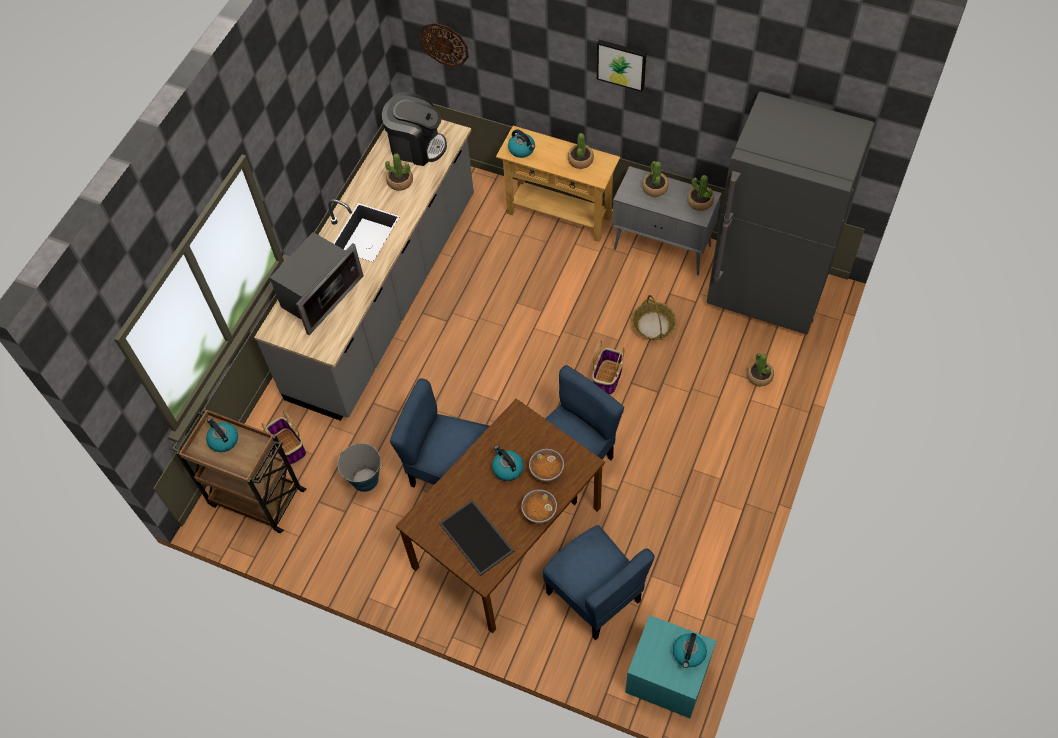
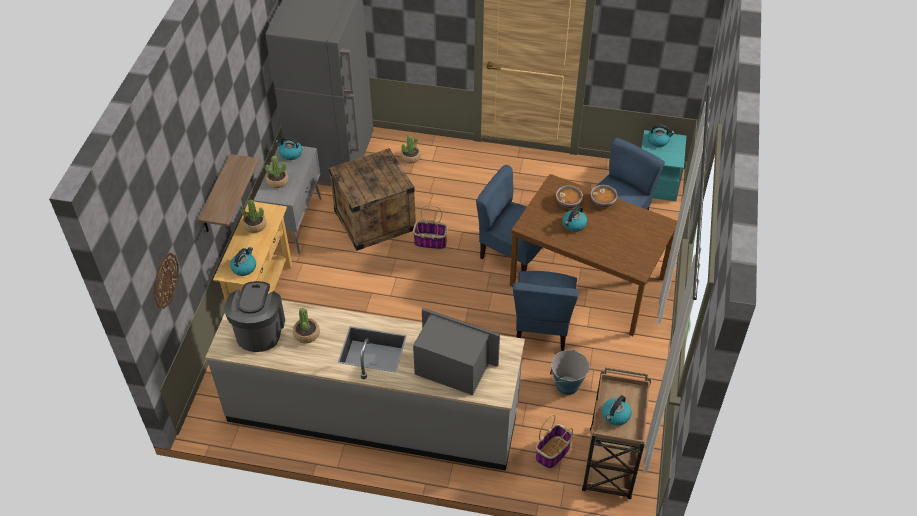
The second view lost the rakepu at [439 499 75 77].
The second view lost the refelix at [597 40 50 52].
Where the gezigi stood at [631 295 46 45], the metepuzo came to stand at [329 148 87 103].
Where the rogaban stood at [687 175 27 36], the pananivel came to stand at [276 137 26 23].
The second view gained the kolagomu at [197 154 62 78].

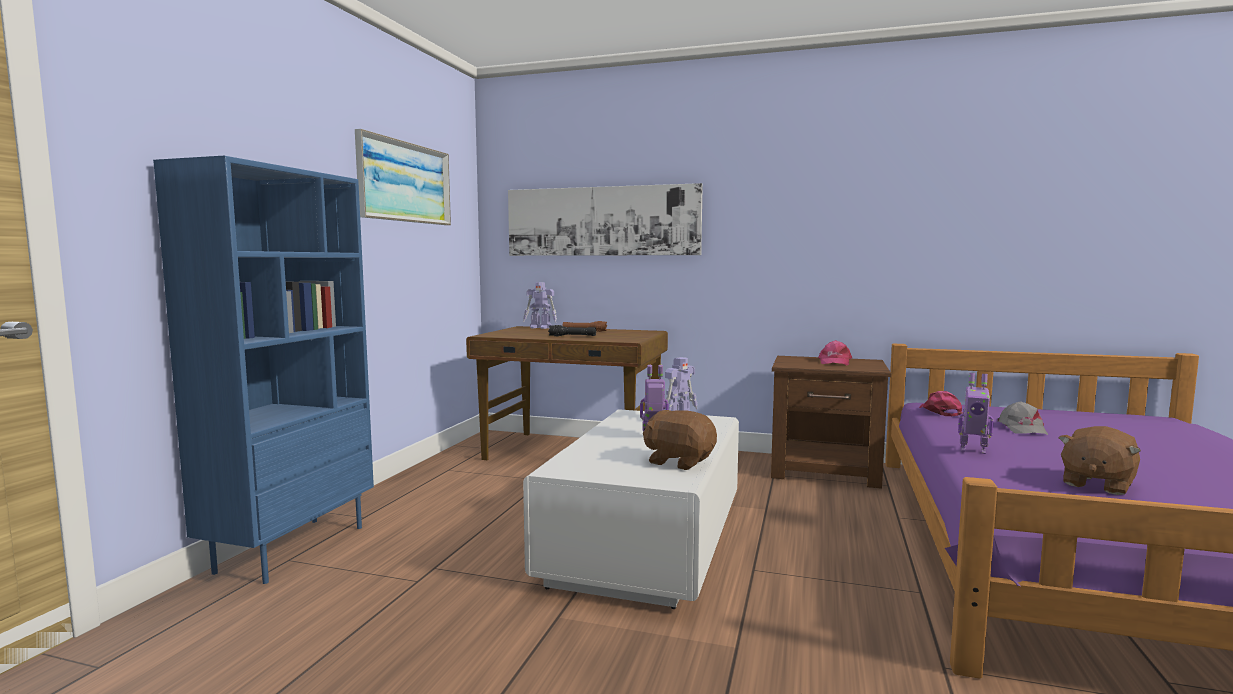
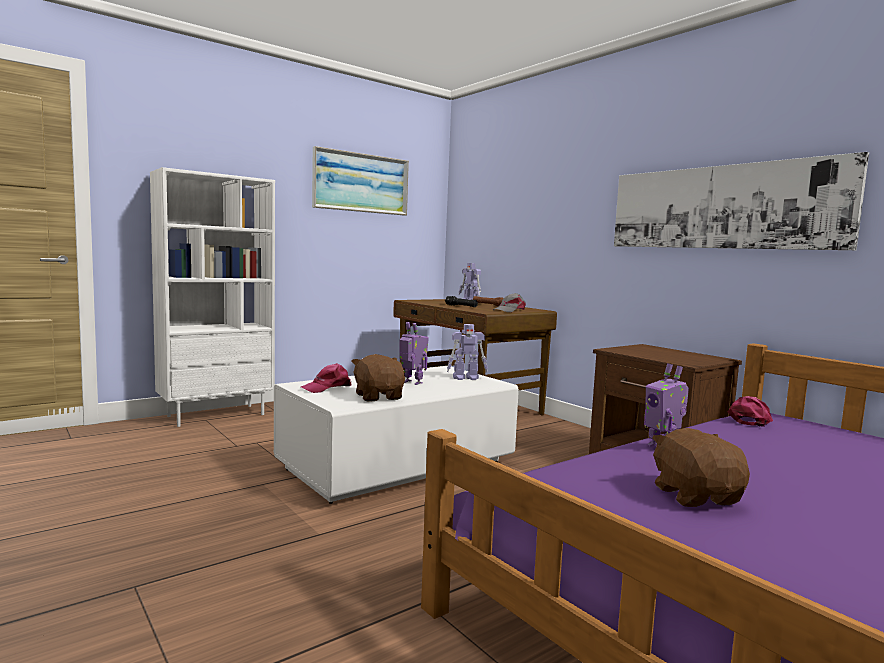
What was the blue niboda at [153 156 221 428] turned into the white niboda at [150 167 125 260].
The refelix ended up elsewhere, having gone from [508 183 195 73] to [614 152 255 98].
The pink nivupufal ended up elsewhere, having gone from [818 340 34 25] to [301 363 50 30].
The grey nivupufal ended up elsewhere, having gone from [997 401 51 34] to [493 293 33 19].
The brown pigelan at [1058 426 83 69] ended up facing another way, 90 degrees clockwise from before.

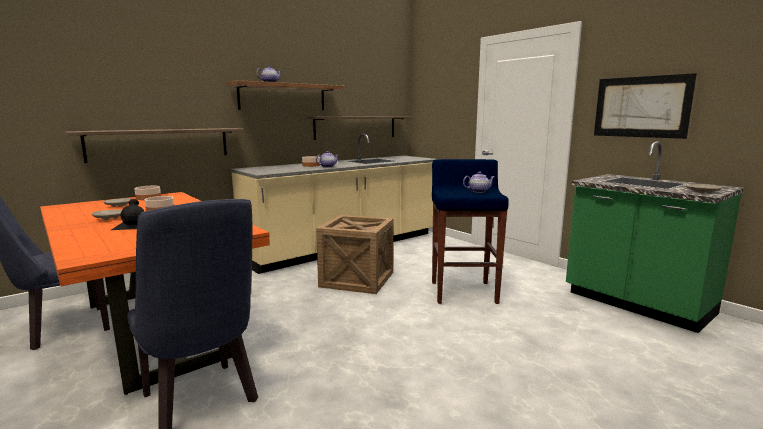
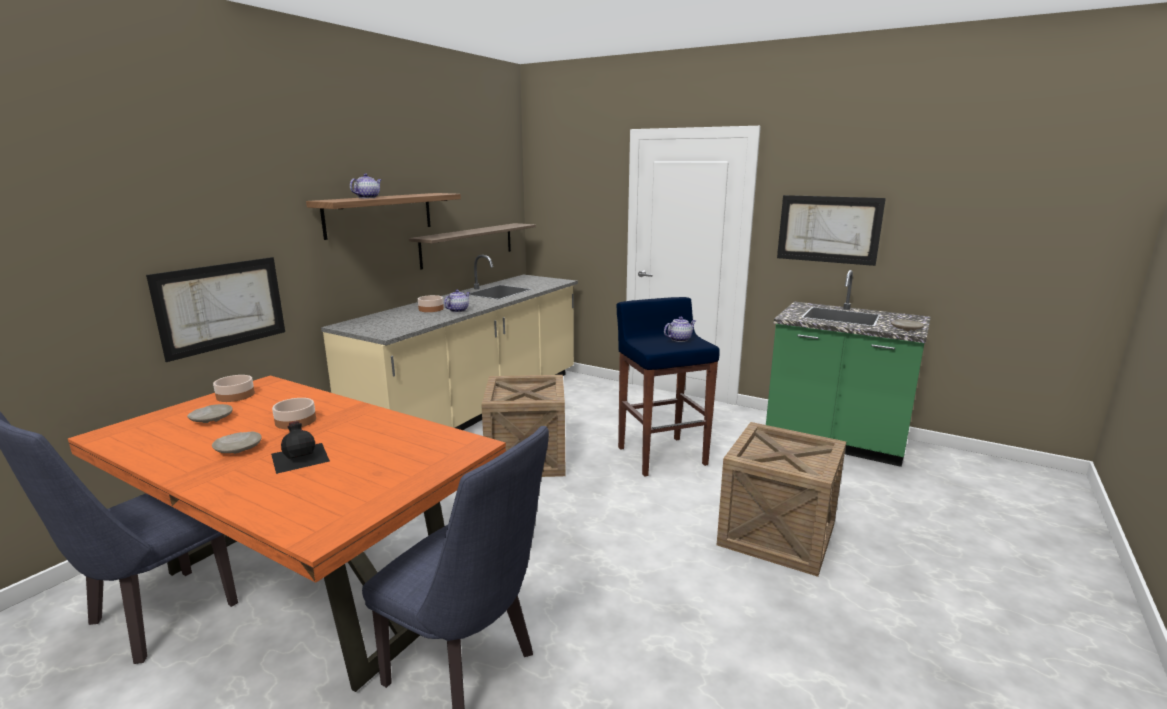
Where the kolagomu hung at [65 128 179 35], the refelix came to hang at [146 257 139 105].
The second view gained the metepuzo at [717 422 129 155].

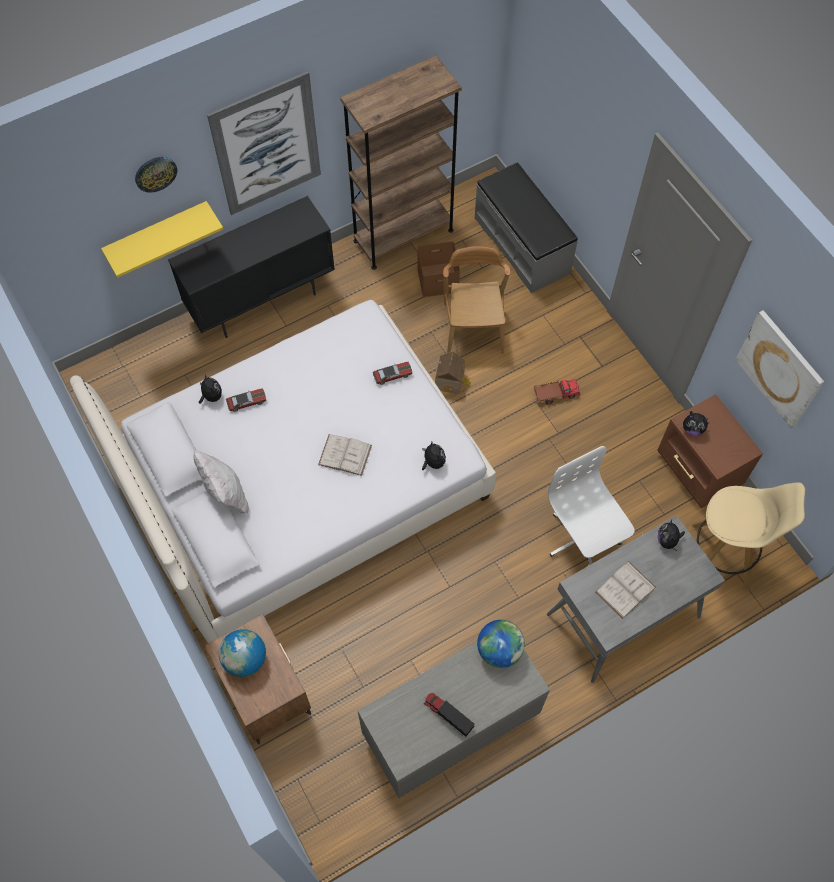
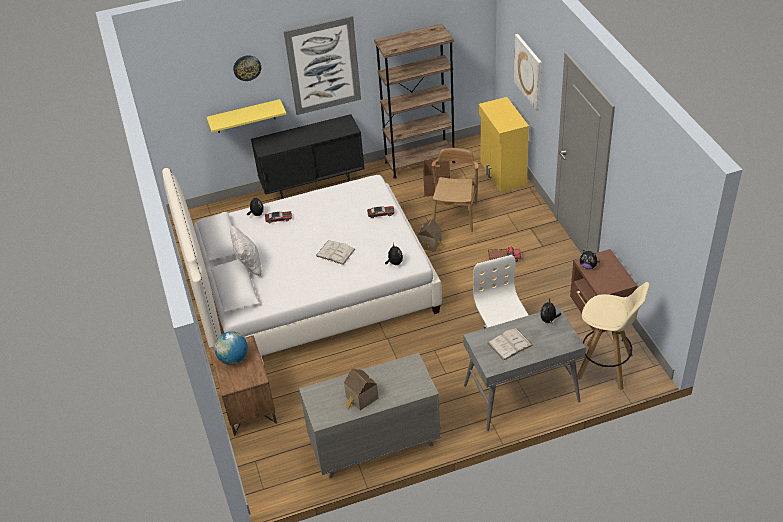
Where the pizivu stood at [423 692 52 46], the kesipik came to stand at [344 368 35 43].
Where the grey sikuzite stood at [475 162 103 131], the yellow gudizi came to stand at [479 97 50 95].
The second view lost the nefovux at [477 620 48 48].
The refelix ended up elsewhere, having gone from [735 310 89 118] to [514 34 28 77].

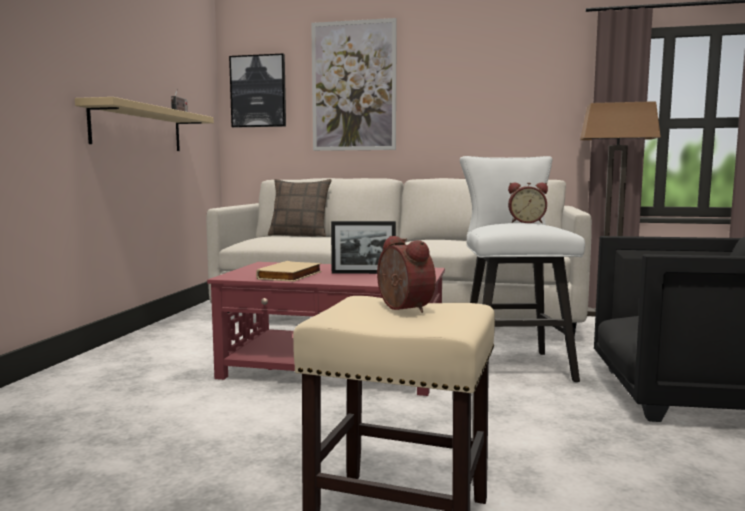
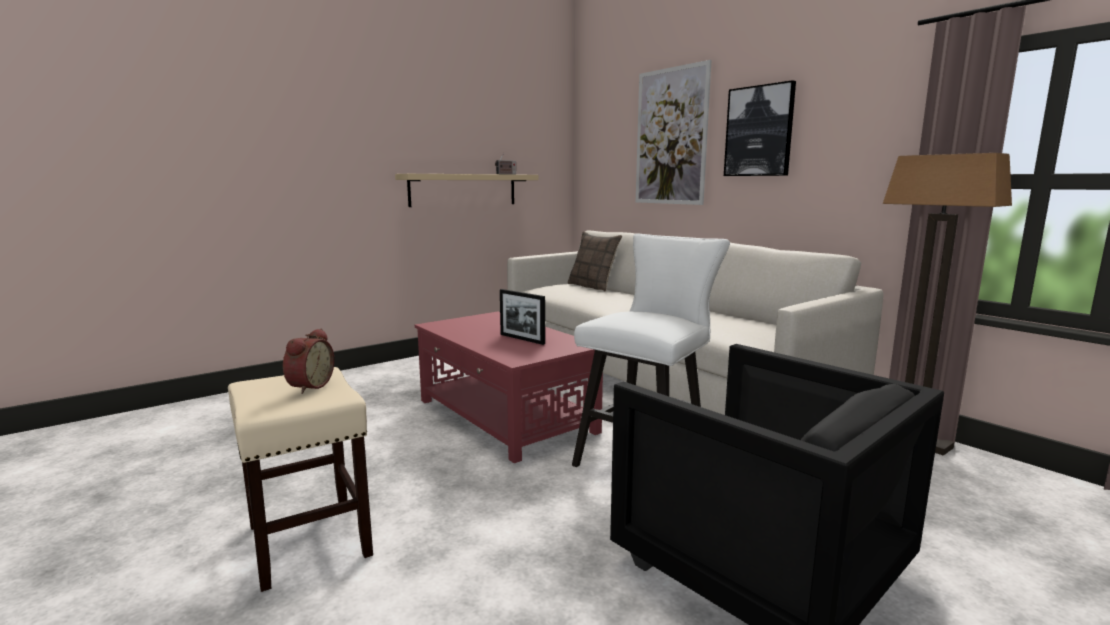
The refelix ended up elsewhere, having gone from [229 54 57 74] to [724 80 72 96].
The second view lost the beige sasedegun at [256 261 65 21].
The second view lost the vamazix at [508 182 40 41].

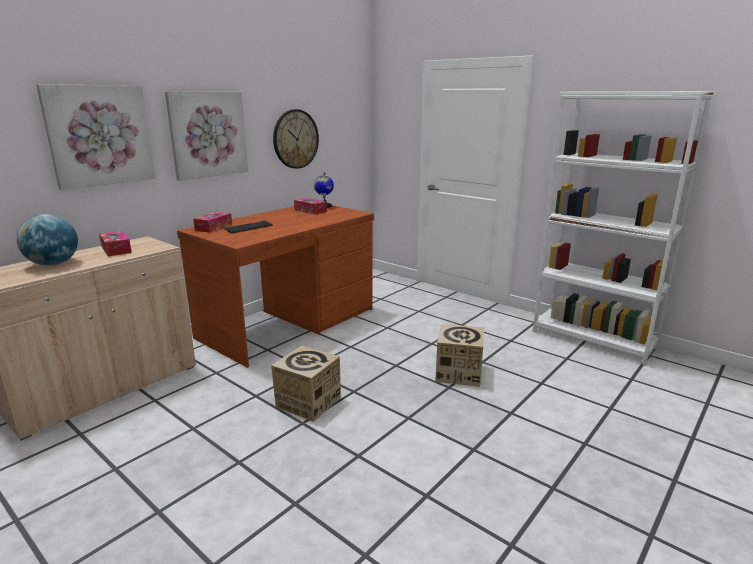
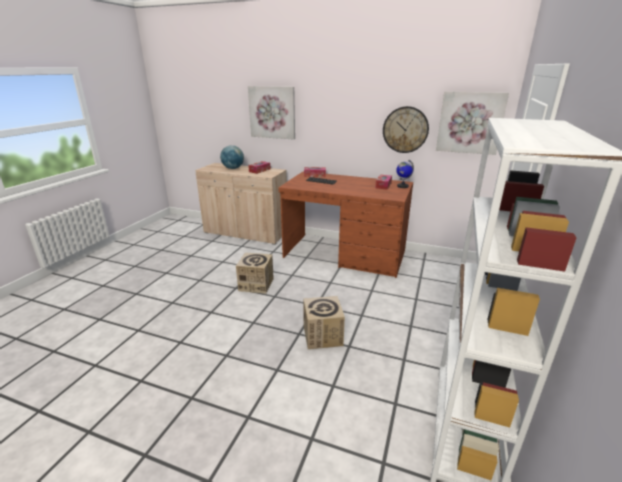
The refelix ended up elsewhere, having gone from [165 92 83 89] to [436 91 73 64].

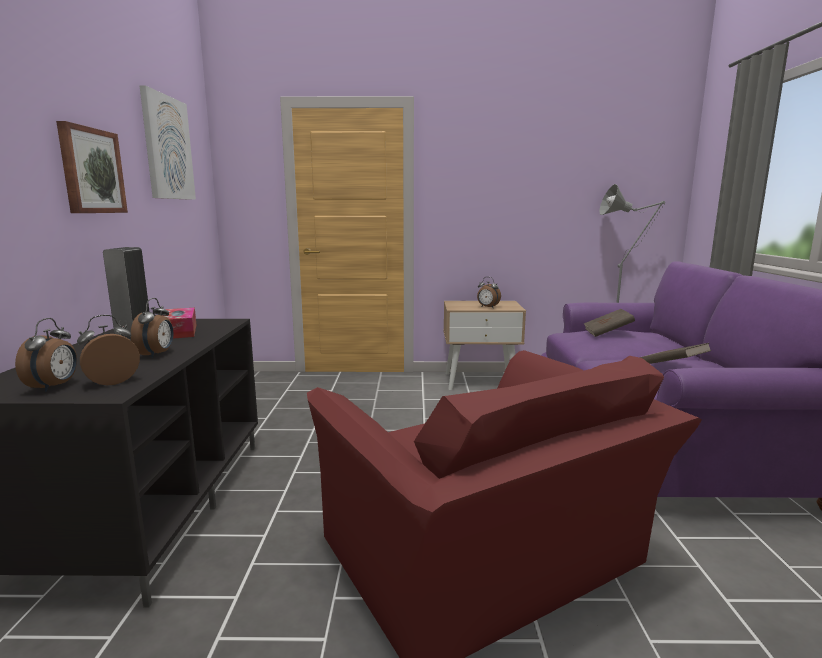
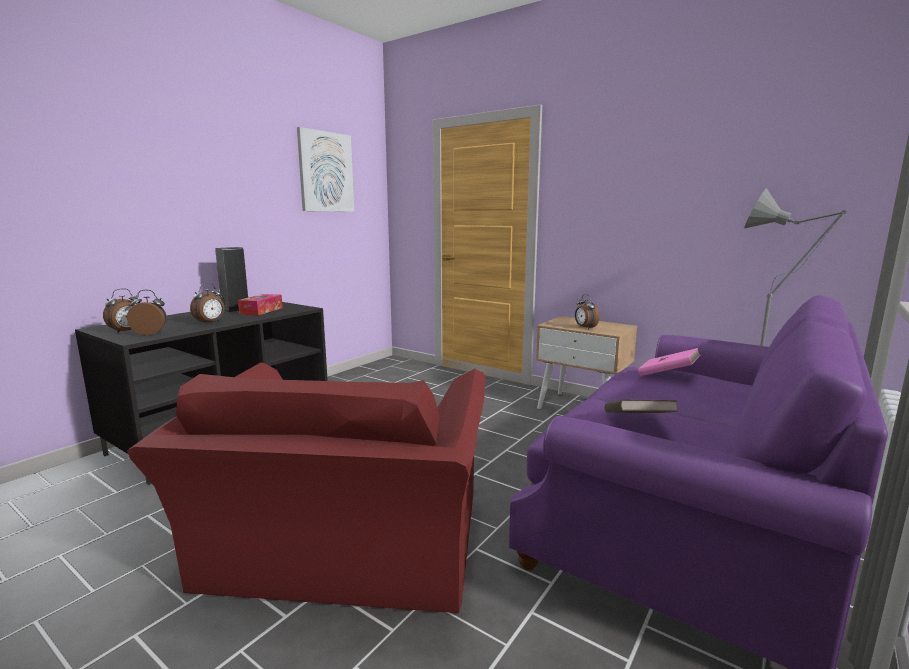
The second view lost the refelix at [56 121 72 92].
What was the brown sasedegun at [584 309 51 28] turned into the pink sasedegun at [638 348 63 28].

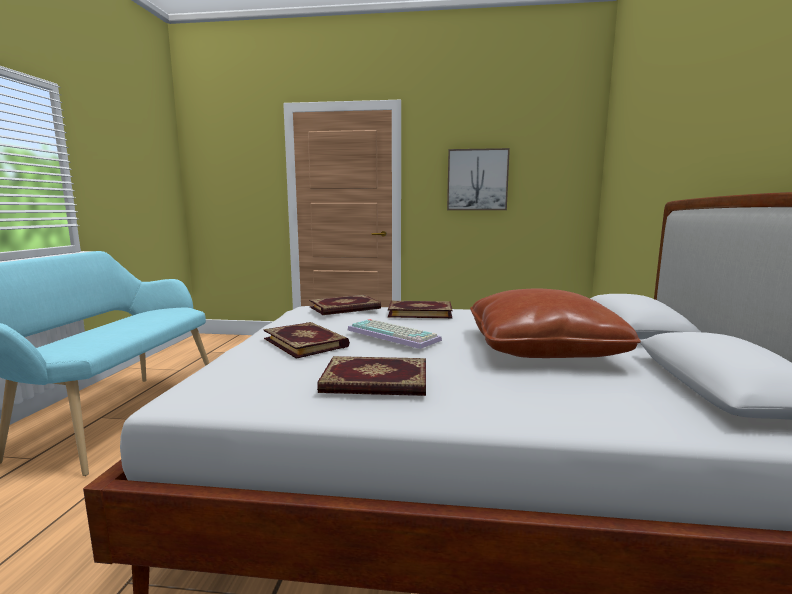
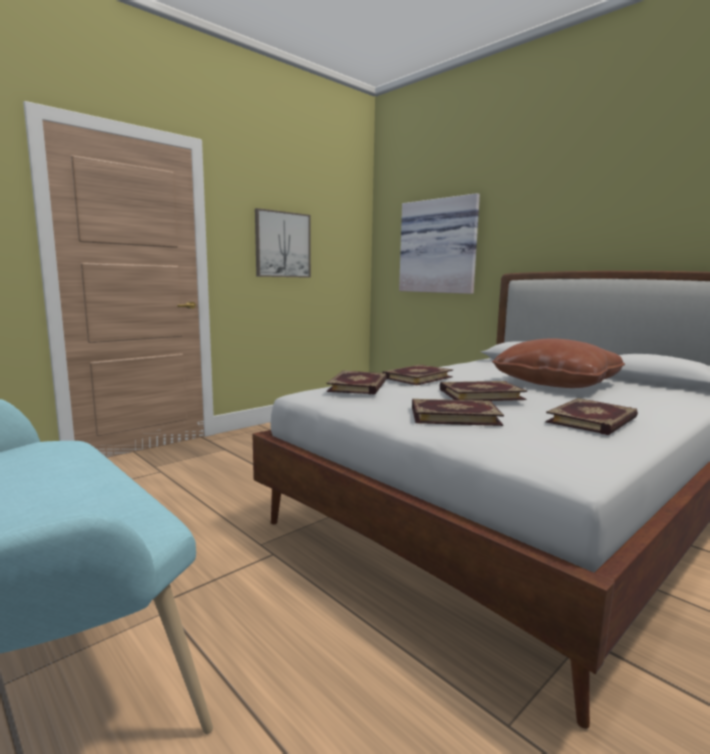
Where the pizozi stood at [348 319 94 30], the sasedegun came to stand at [440 381 87 20].
The second view gained the refelix at [399 193 81 101].

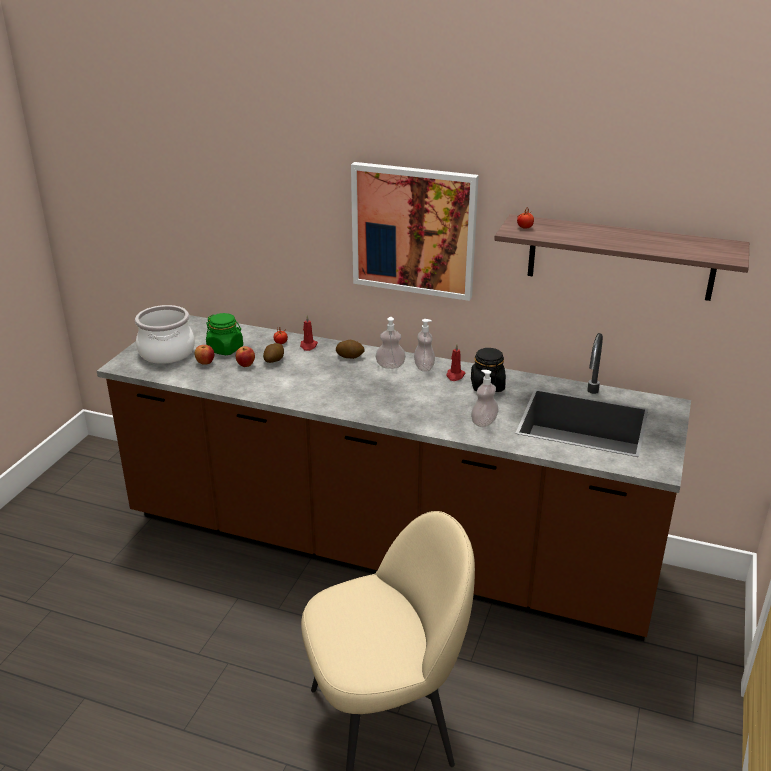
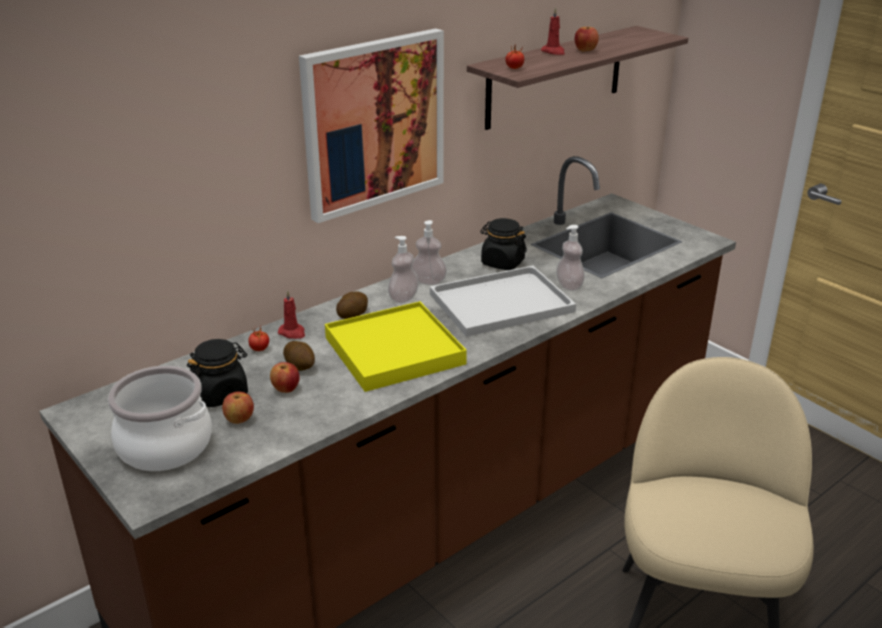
What was the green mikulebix at [206 313 37 42] turned into the black mikulebix at [187 339 61 68].
The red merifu ended up elsewhere, having gone from [446 344 19 37] to [541 7 24 48].
The second view gained the yellow rakepu at [325 301 142 91].
The second view gained the white rakepu at [430 265 146 72].
The second view gained the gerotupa at [575 27 24 25].

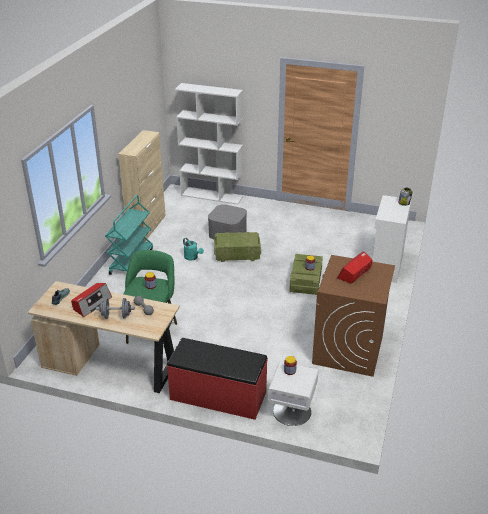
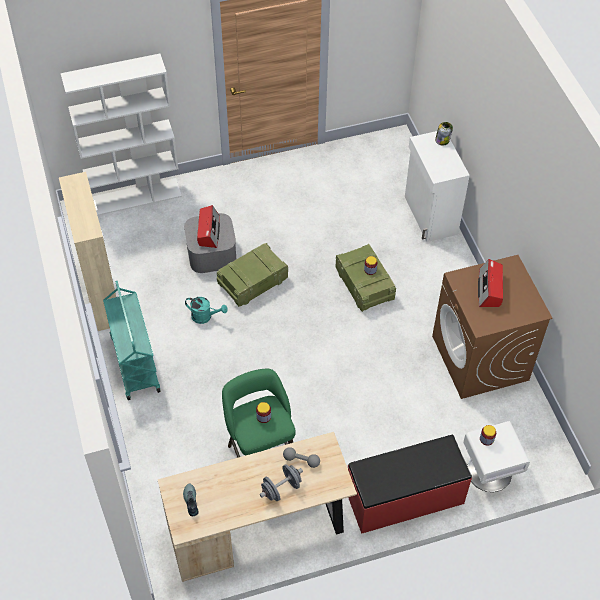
The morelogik ended up elsewhere, having gone from [71 283 41 34] to [197 205 23 43].

